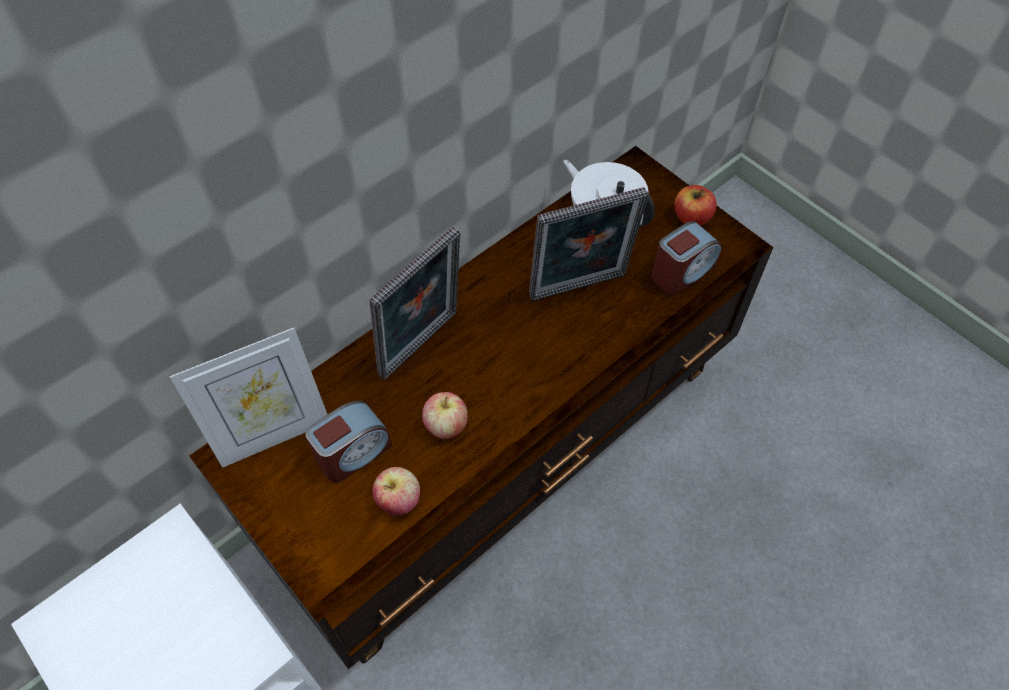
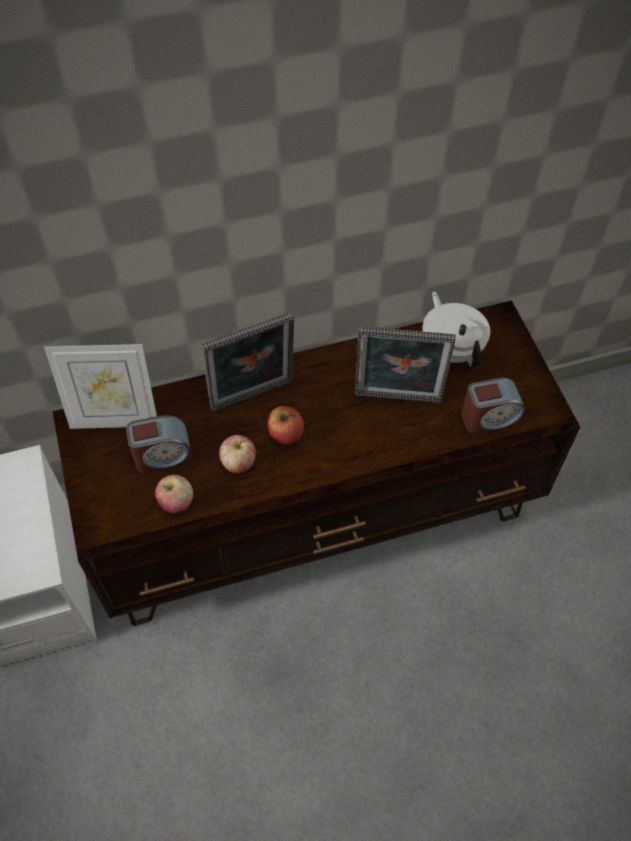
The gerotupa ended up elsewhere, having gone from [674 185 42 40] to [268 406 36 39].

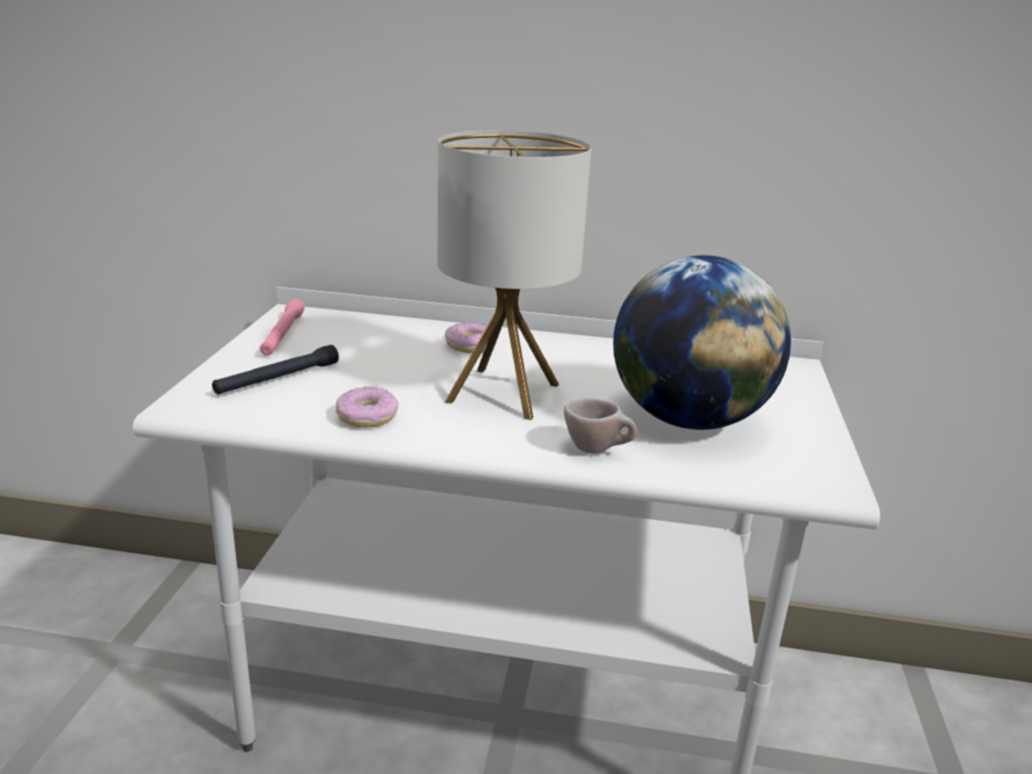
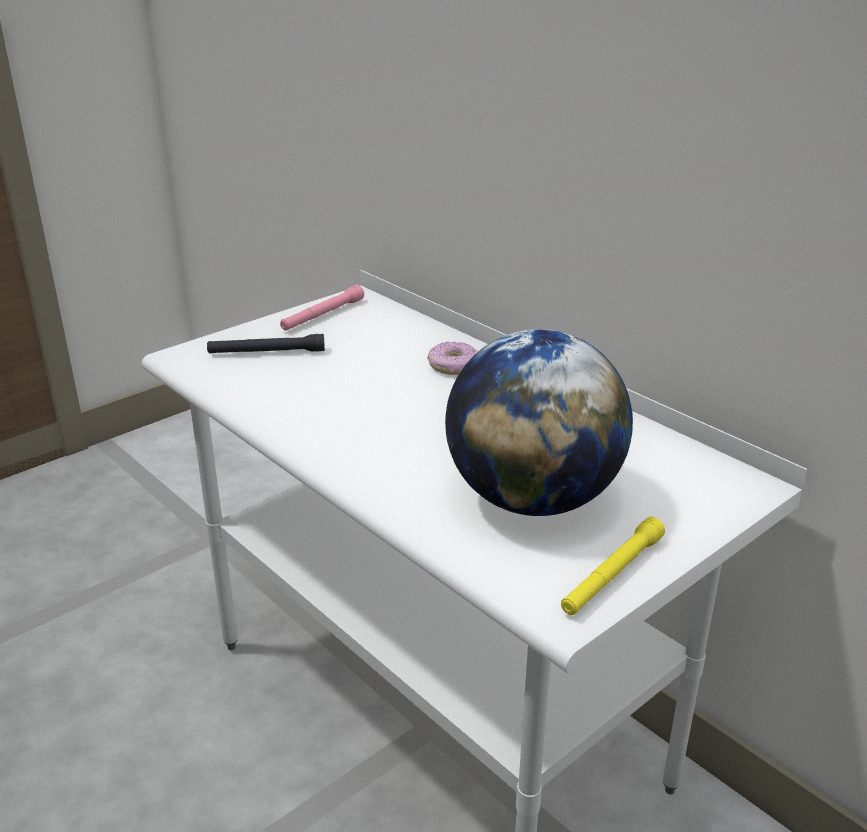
The second view lost the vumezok at [336 386 62 42].
The second view lost the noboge at [437 130 154 290].
The second view lost the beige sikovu at [564 398 73 56].
The second view gained the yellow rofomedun at [561 517 104 98].

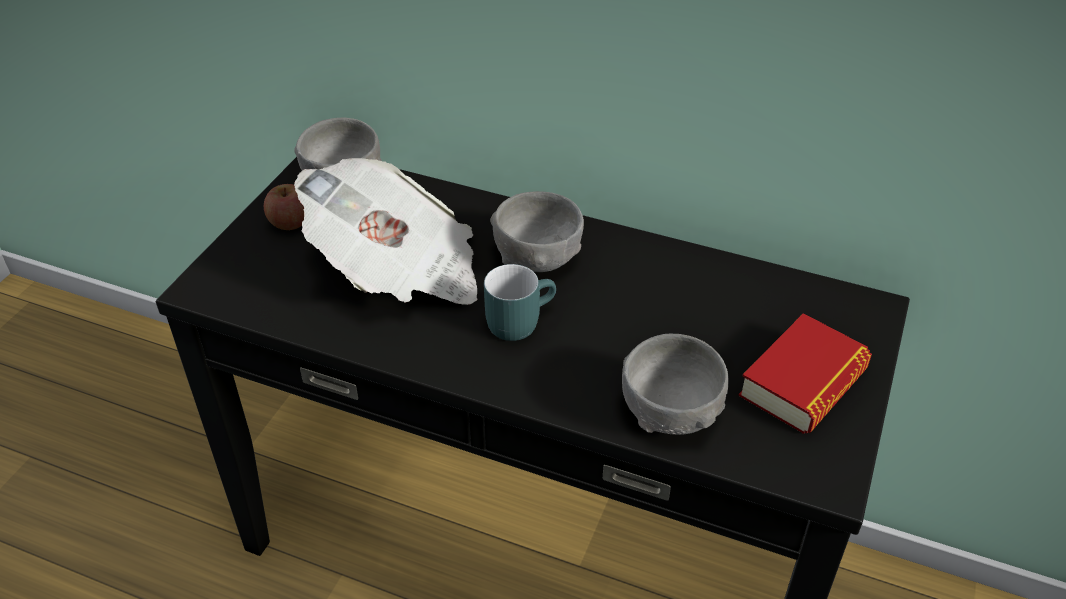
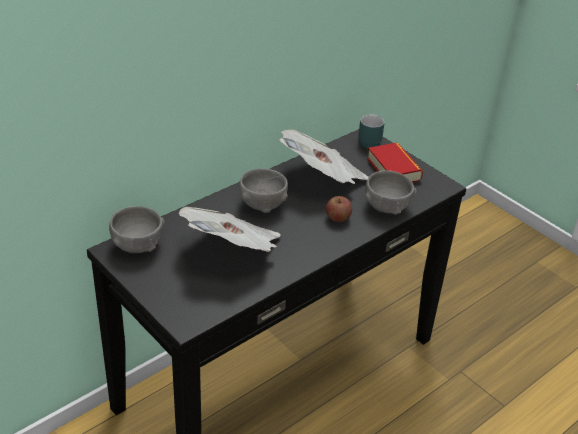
The gerotupa ended up elsewhere, having gone from [264 184 40 46] to [326 196 26 26].
The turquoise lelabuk ended up elsewhere, having gone from [484 264 72 77] to [358 114 27 34].
The second view gained the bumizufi at [279 129 90 55].

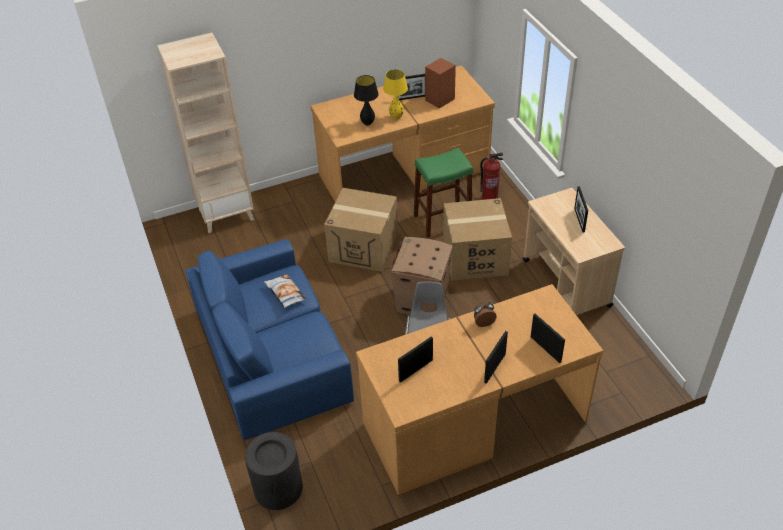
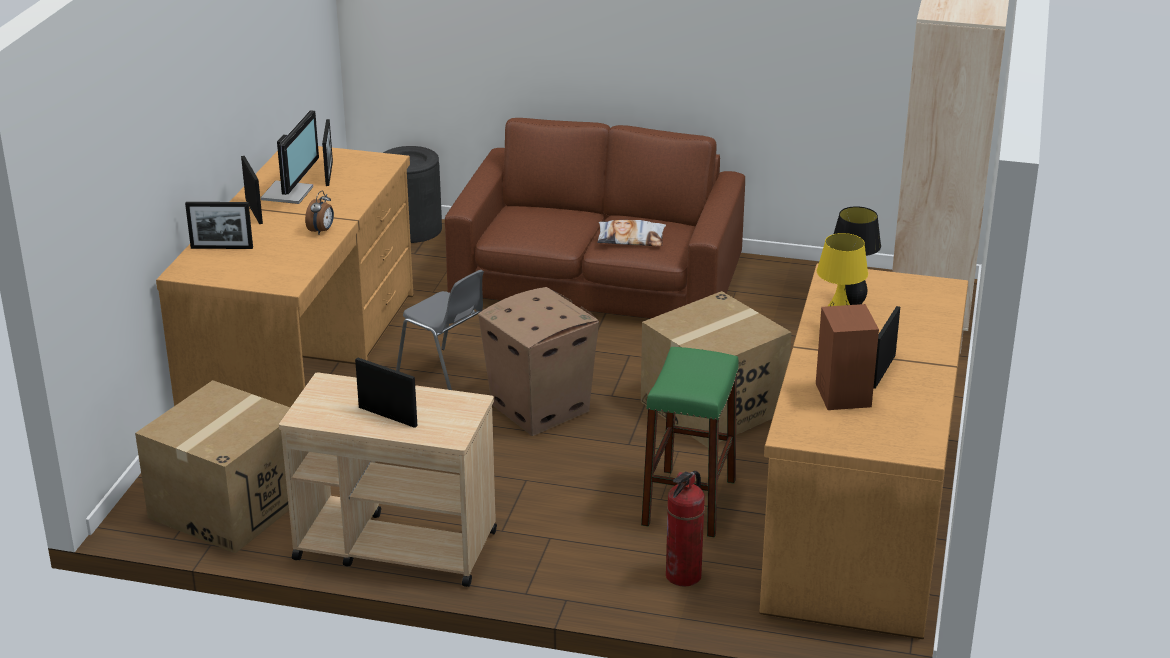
What was the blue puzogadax at [185 239 169 201] turned into the brown puzogadax at [445 118 300 200].
The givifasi ended up elsewhere, having gone from [443 198 69 83] to [135 380 155 173].
The second view gained the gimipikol at [261 110 58 94].

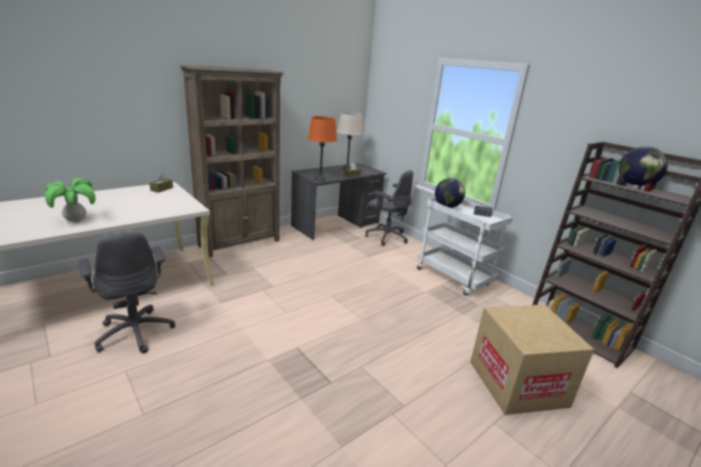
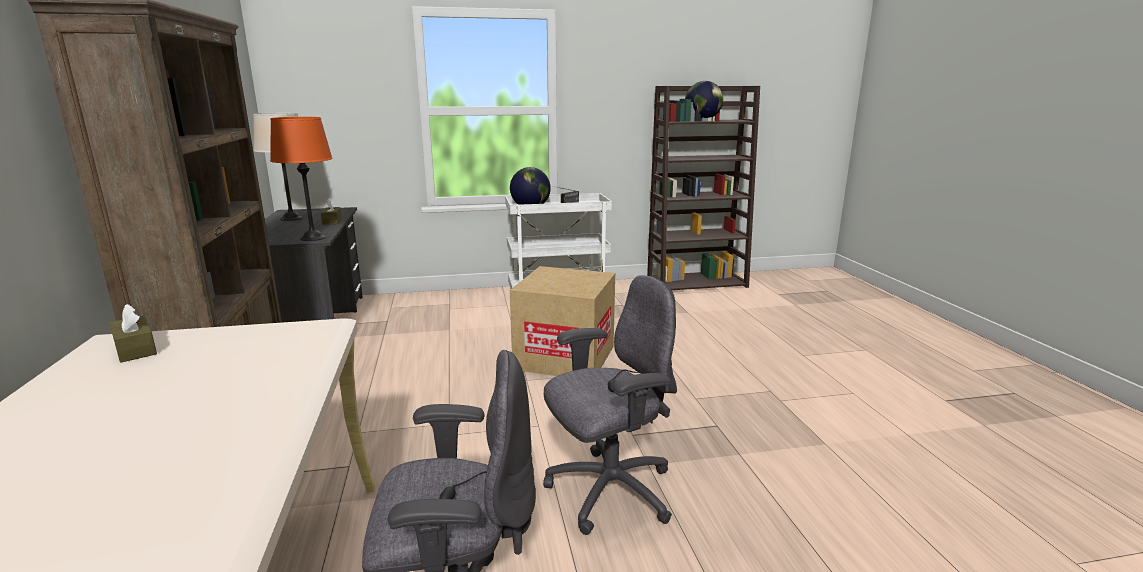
The second view lost the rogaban at [45 178 51 44].
The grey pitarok ended up elsewhere, having gone from [365 170 48 76] to [543 275 134 260].
The givifasi ended up elsewhere, having gone from [470 305 124 110] to [510 266 105 110].

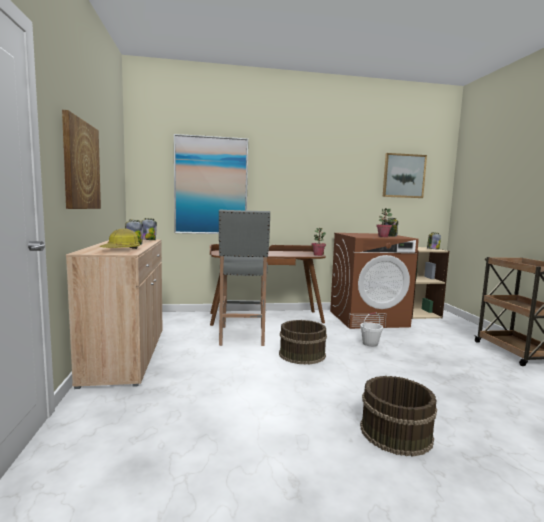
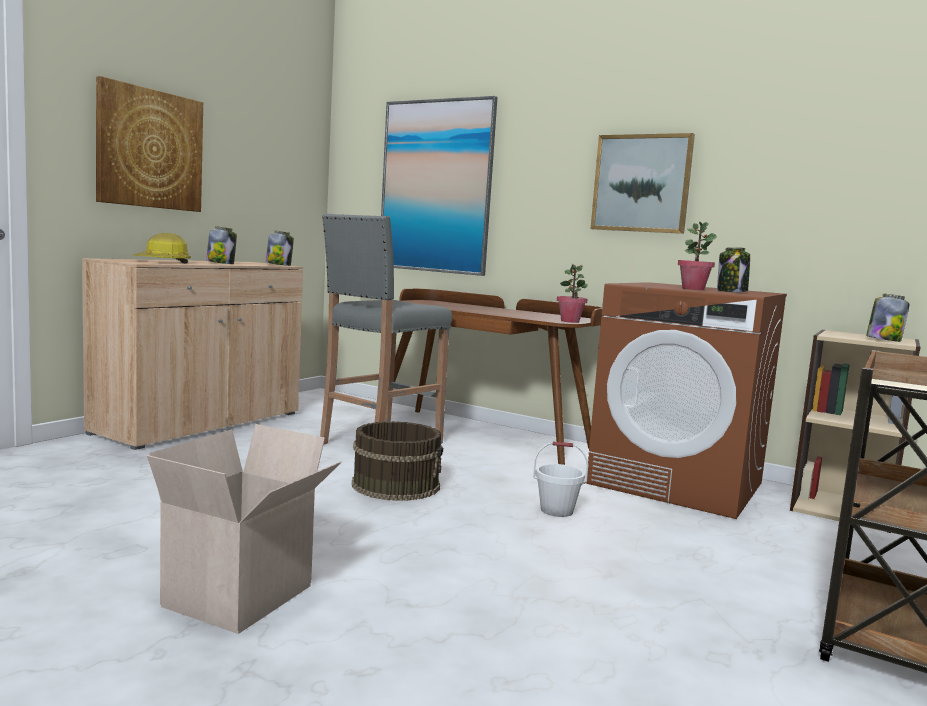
Where the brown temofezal stood at [360 376 77 81], the givifasi came to stand at [147 424 195 210].
The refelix ended up elsewhere, having gone from [383 153 44 45] to [591 133 104 101].

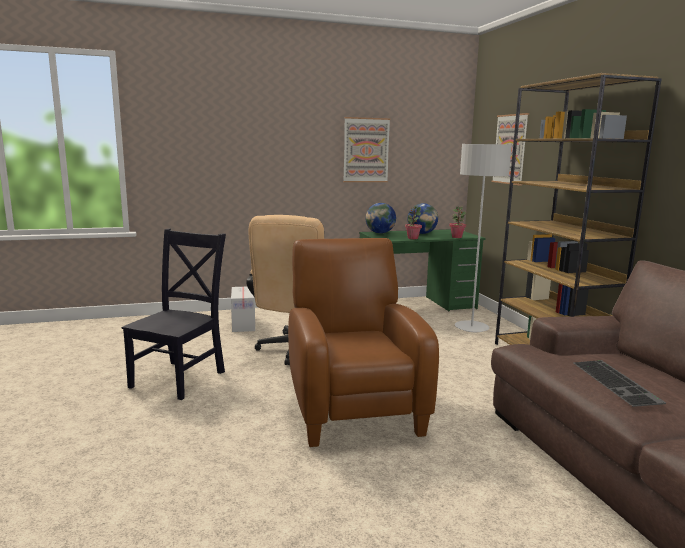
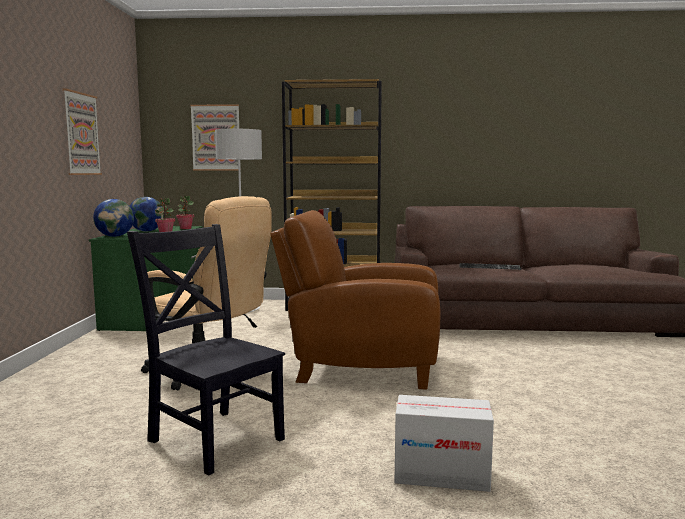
The givifasi ended up elsewhere, having gone from [231 287 24 45] to [395 395 99 97].

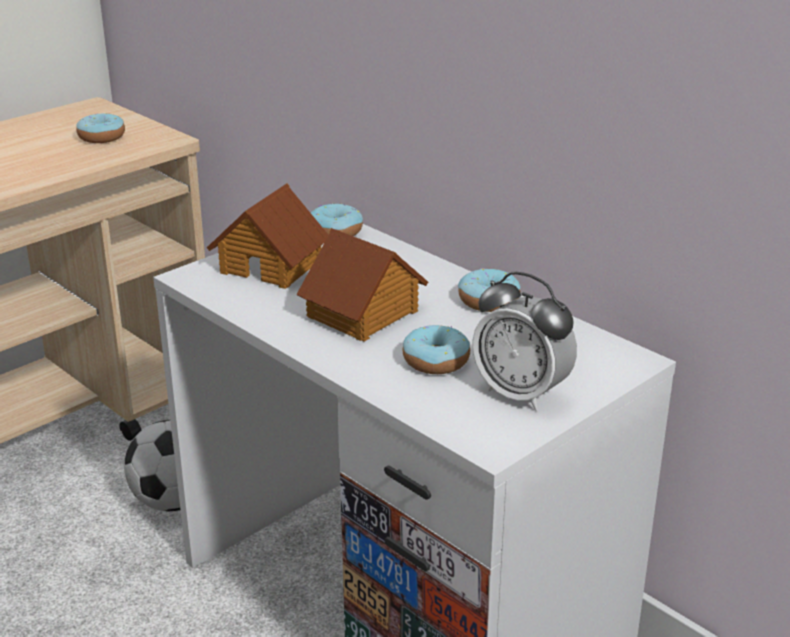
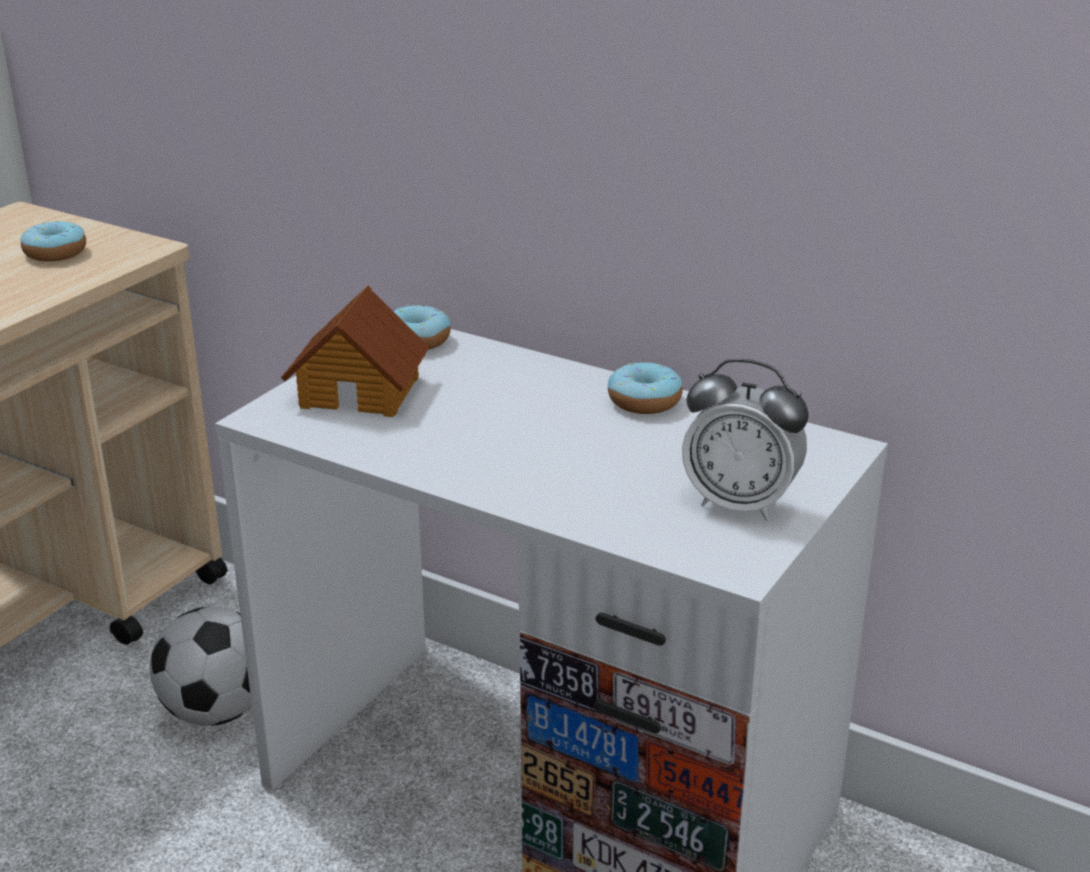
The second view lost the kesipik at [296 228 132 114].
The second view lost the vumezok at [403 325 67 49].

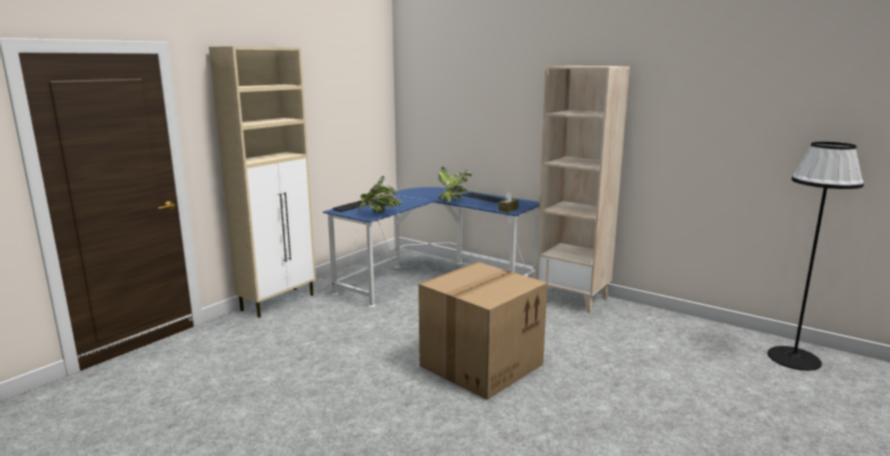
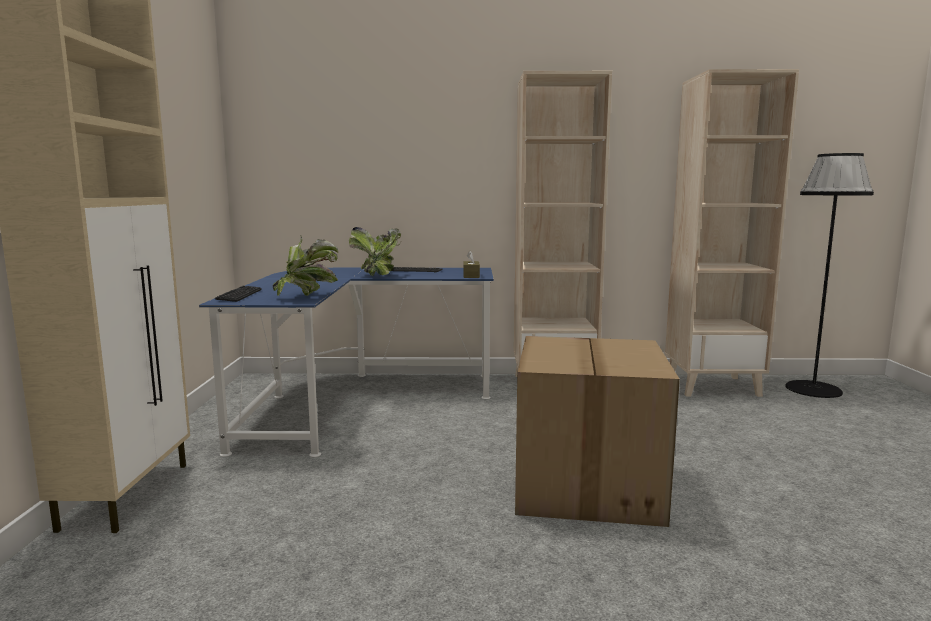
The second view gained the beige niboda at [665 69 134 328].

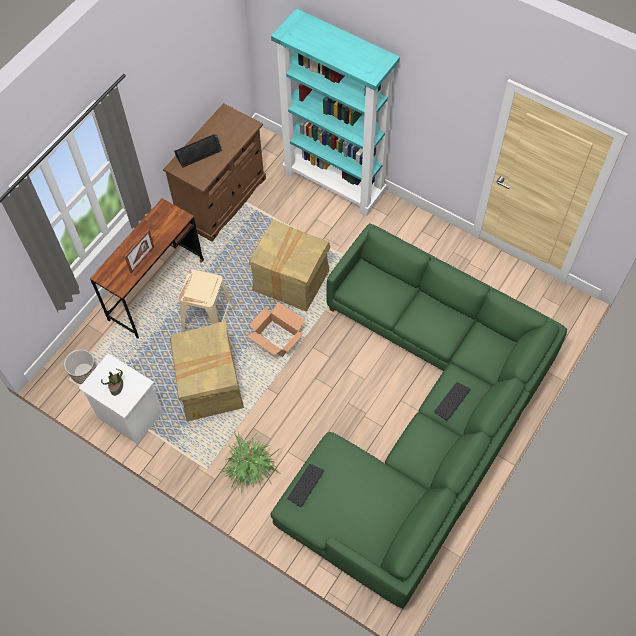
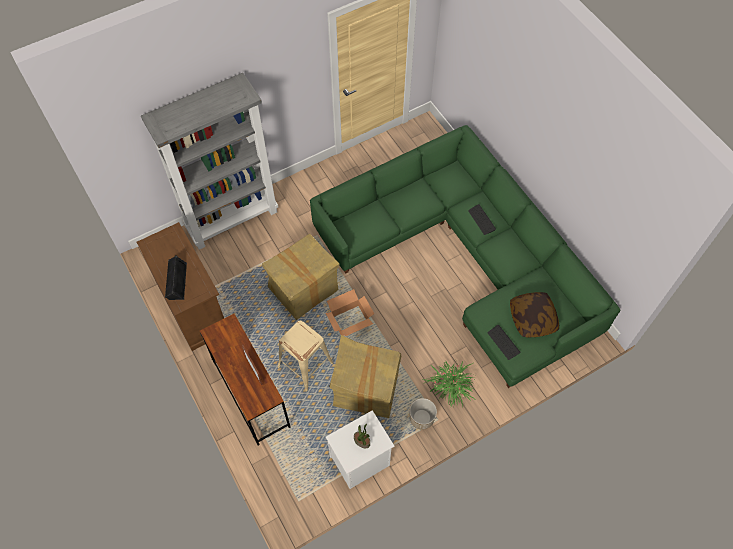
The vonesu ended up elsewhere, having gone from [64 349 32 35] to [410 398 27 32].
What was the turquoise niboda at [271 8 129 209] turned into the grey niboda at [141 73 137 177].
The second view gained the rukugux at [510 292 49 45].

